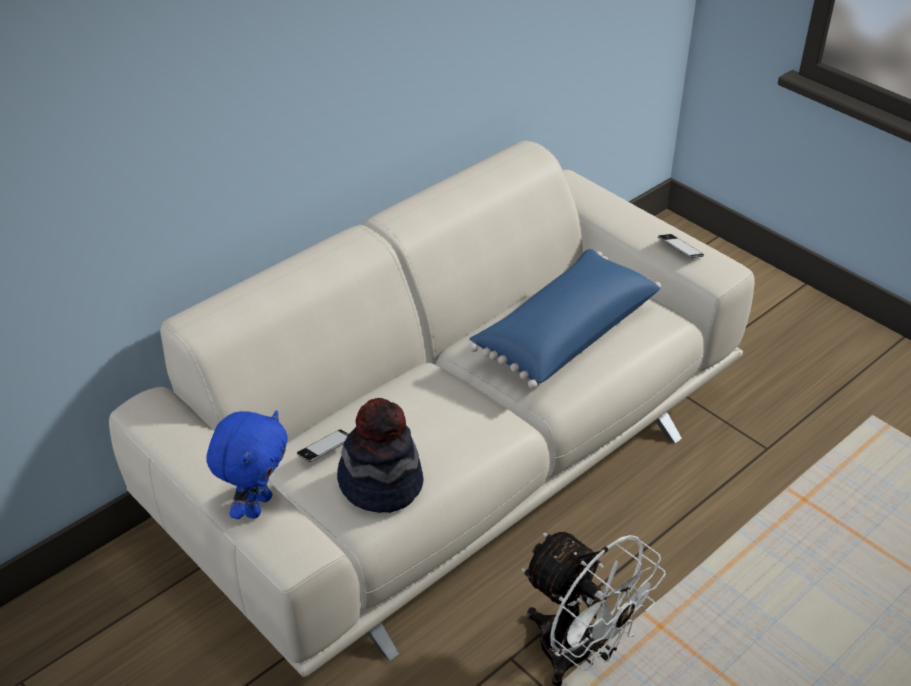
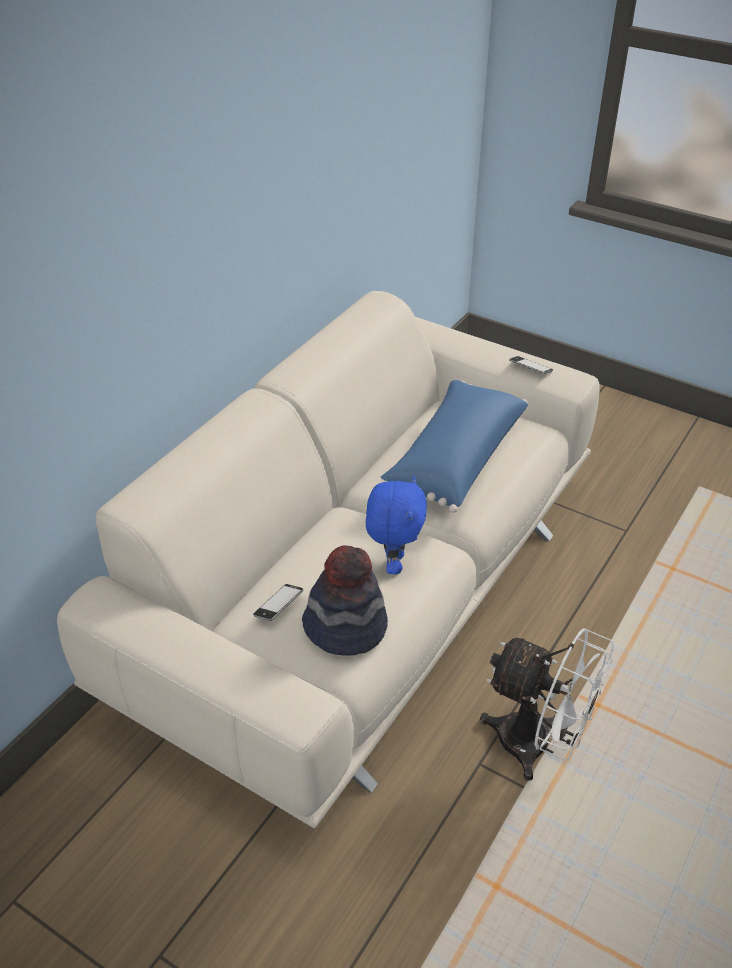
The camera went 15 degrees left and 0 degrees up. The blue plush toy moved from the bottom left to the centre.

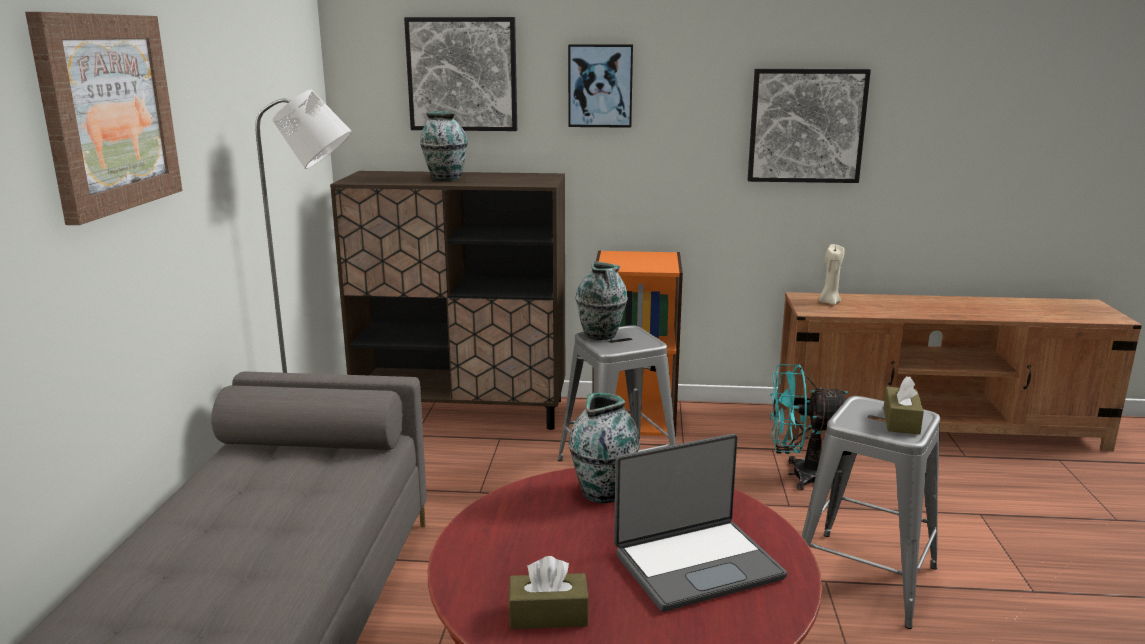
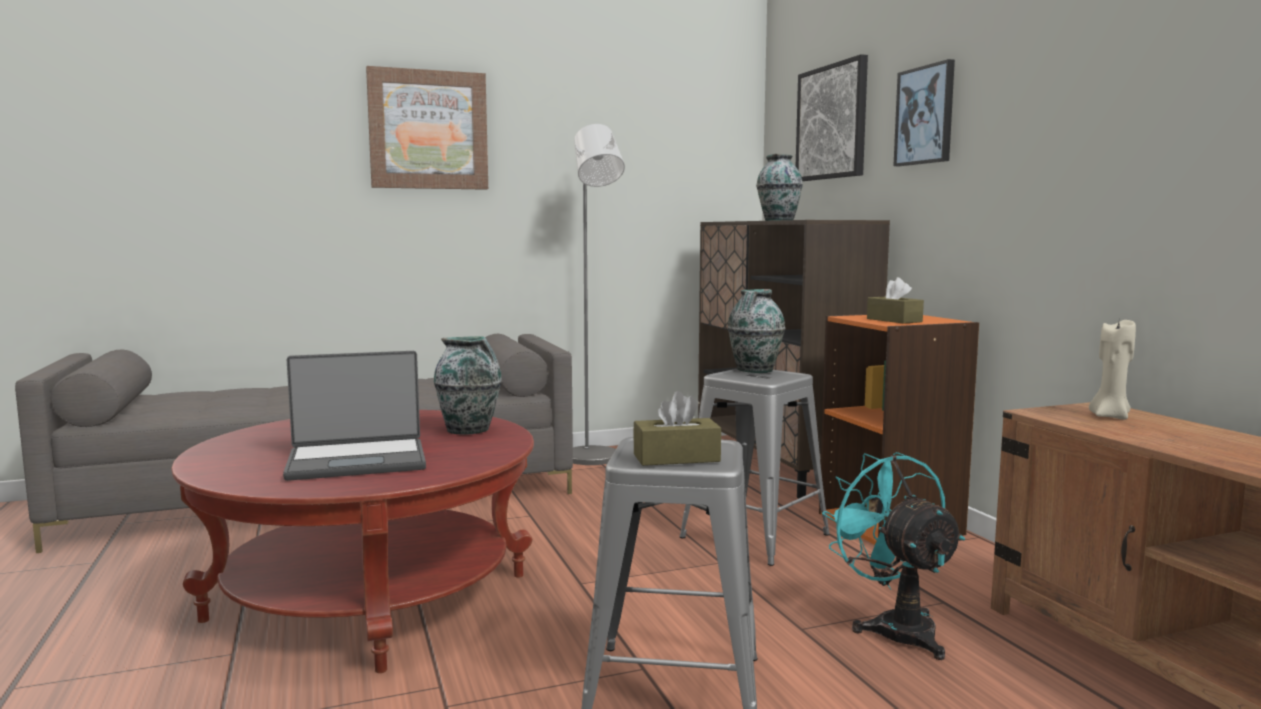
The camera went 65 degrees right and 10 degrees down. The picture (no. 4 from left) at the top right disappeared. The brown tissue box (no. 1 from left in the first image) moved from the bottom centre to the middle right. The laptop at the bottom centre turned 60 degrees counterclockwise.

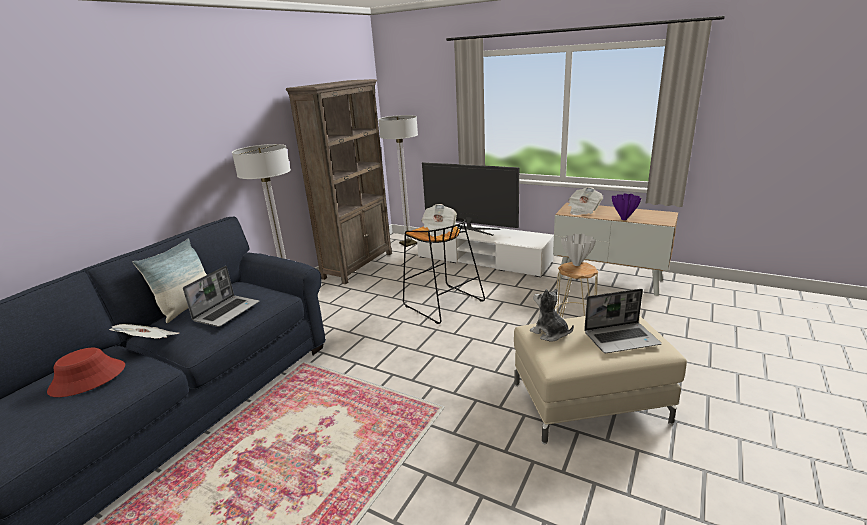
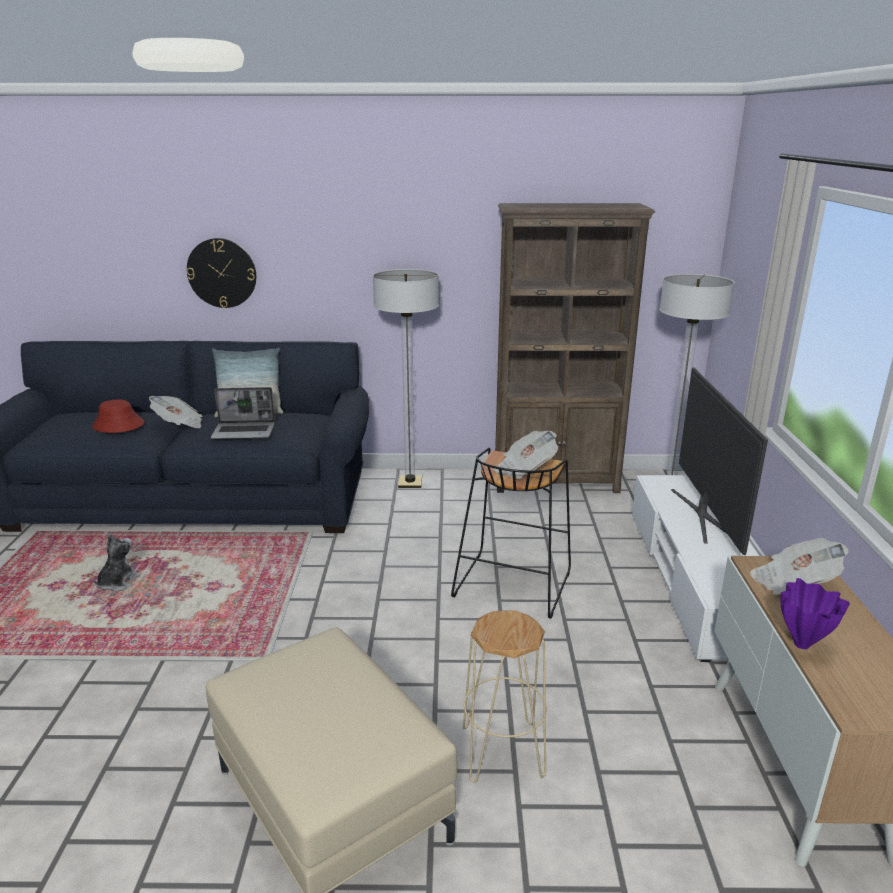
The camera went 60 degrees right and 0 degrees up. The white vase at the middle right disappeared. The laptop (no. 2 from left) at the middle right disappeared. The wall clock at the top left appeared. The plush toy moved from the centre to the middle left.

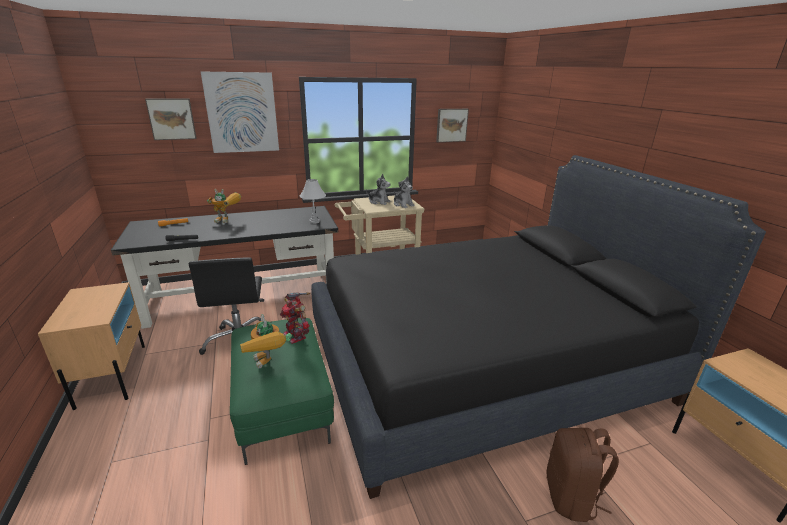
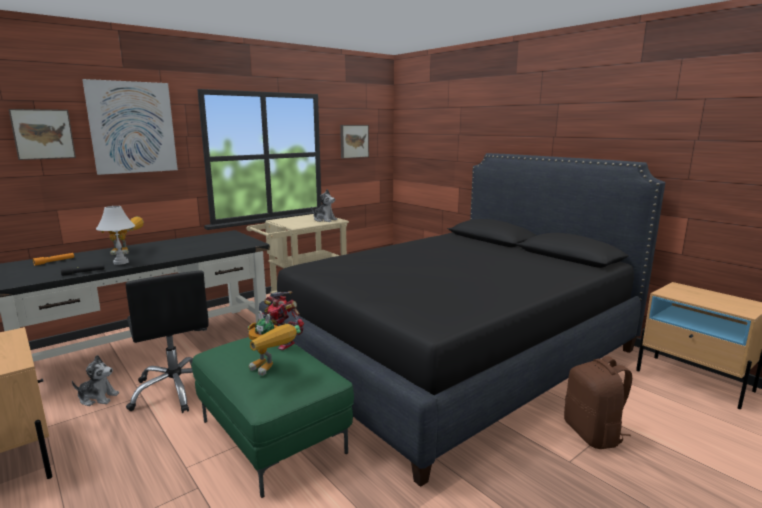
The camera went 20 degrees left and 10 degrees down. The white table lamp moved from the centre to the middle left. The plush toy (no. 1 from left) moved from the centre to the bottom left.

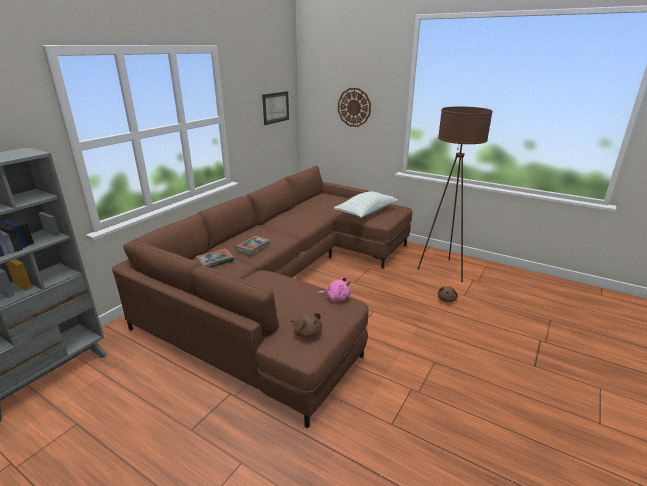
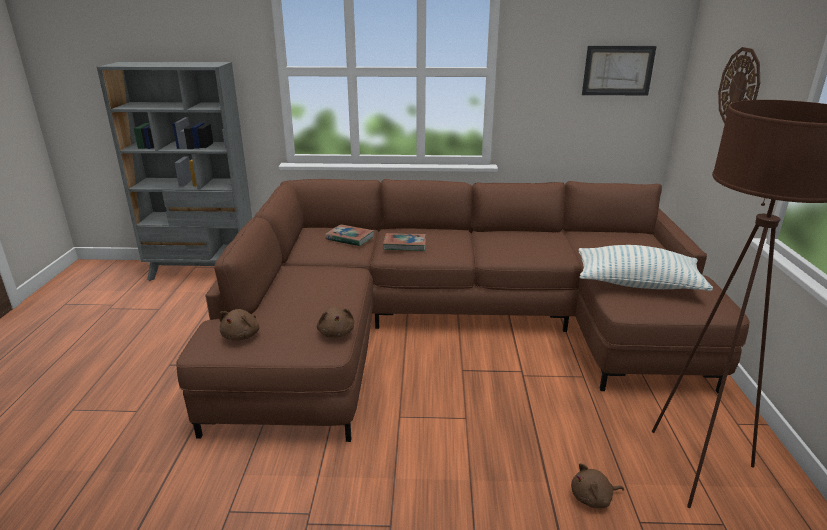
The camera went 60 degrees right and 0 degrees up. The pink plush toy at the centre became the brown plush toy (no. 2 from left) at the centre.

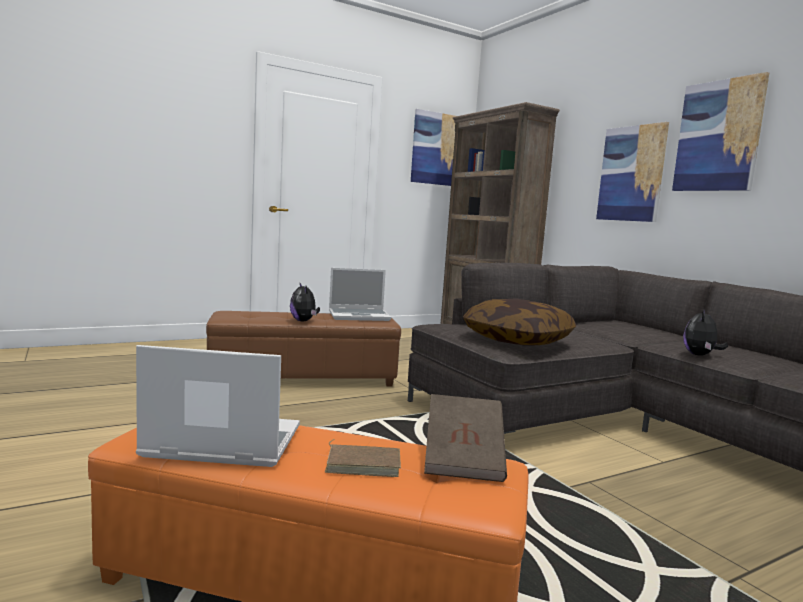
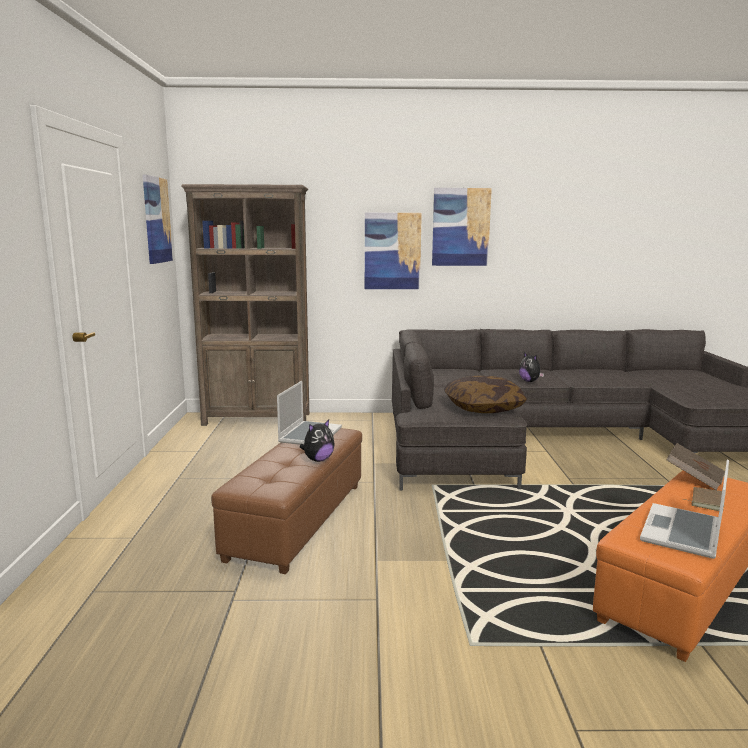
The camera went 60 degrees left and 5 degrees up. The plush toy (no. 1 from left) at the centre turned 45 degrees counterclockwise.

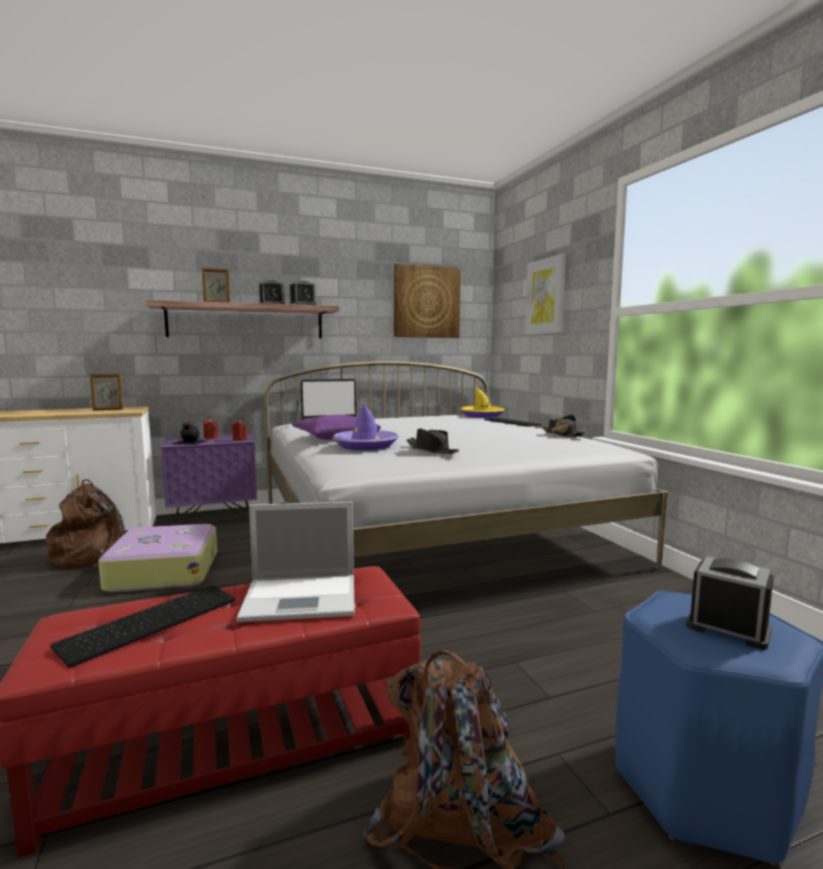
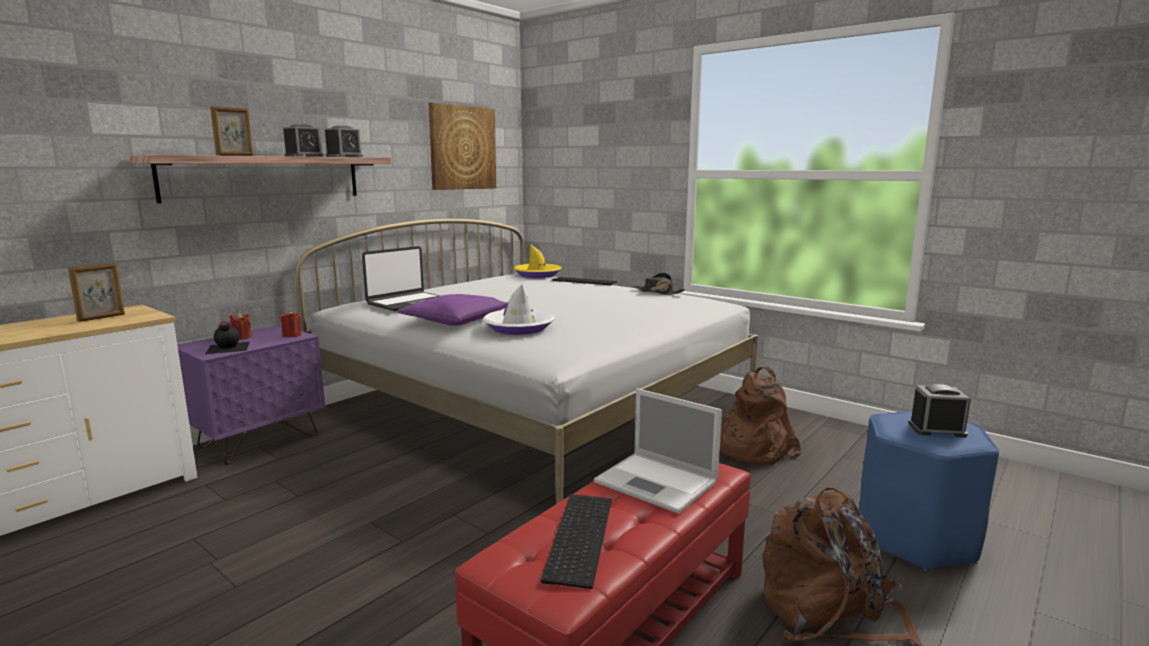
The camera went 30 degrees left and 5 degrees up. The suitcase at the middle left disappeared. The black hat (no. 1 from left) at the centre disappeared. The picture (no. 2 from left) at the centre disappeared. The brown backpack (no. 1 from left) moved from the middle left to the centre. The purple hat at the centre became the white hat at the centre. The laptop (no. 1 from left in the first image) at the centre turned 75 degrees clockwise.

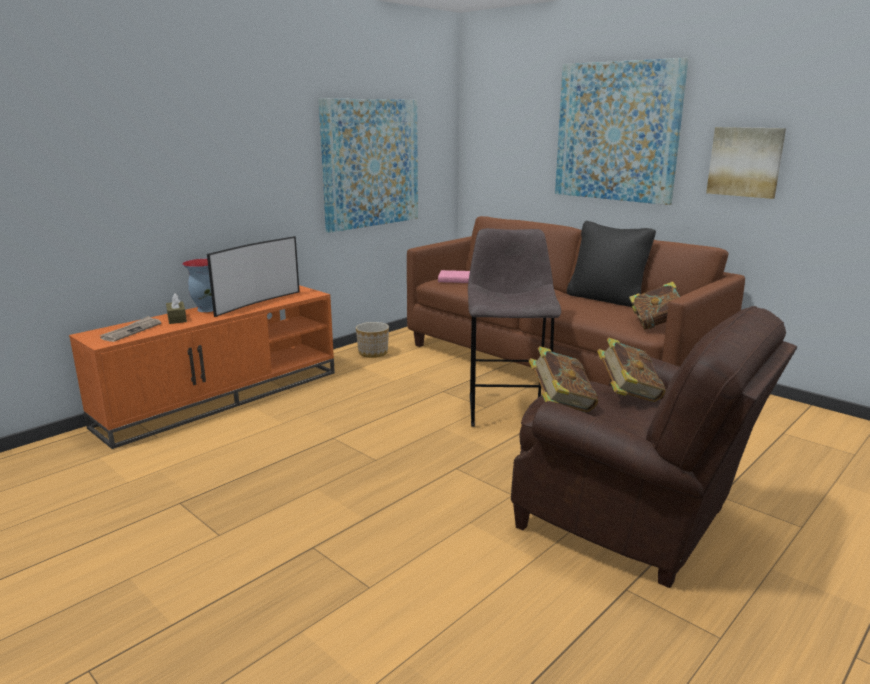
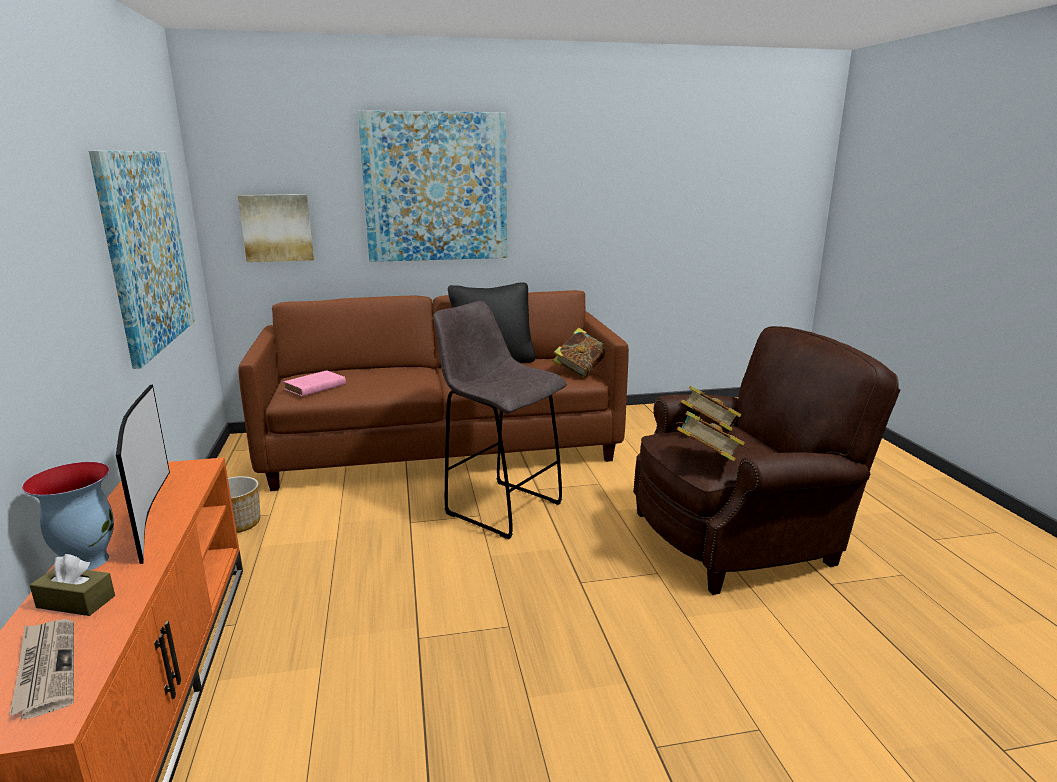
The camera went 55 degrees left and 0 degrees up. The picture (no. 3 from left in the first image) moved from the top right to the top left.

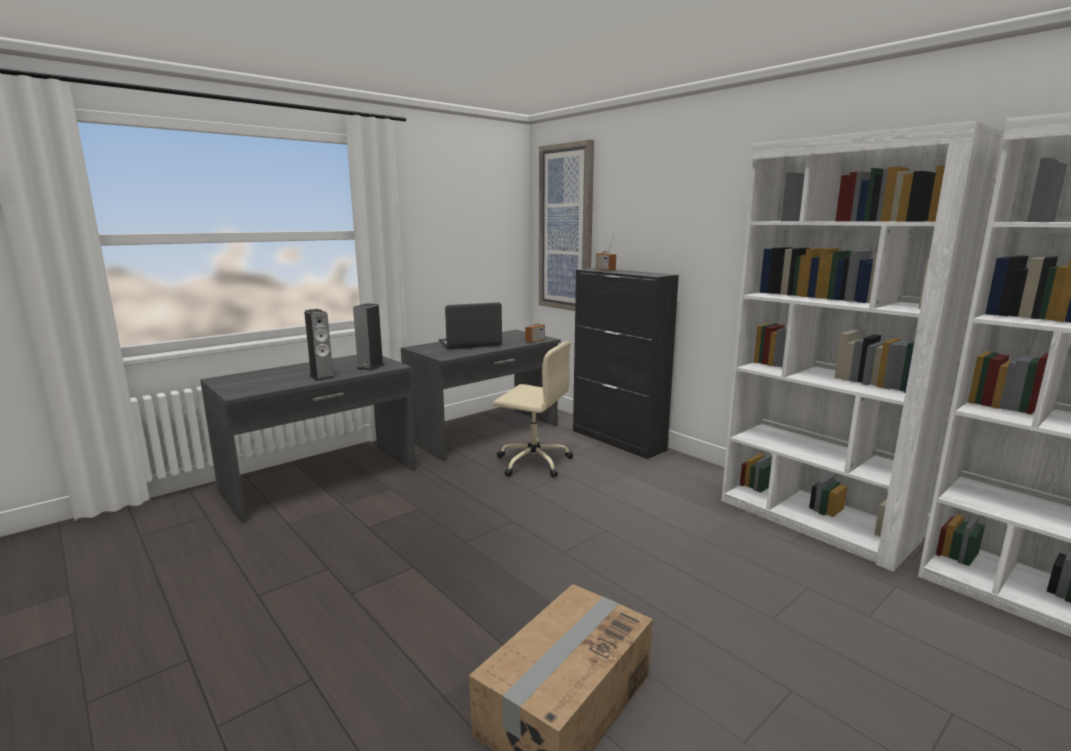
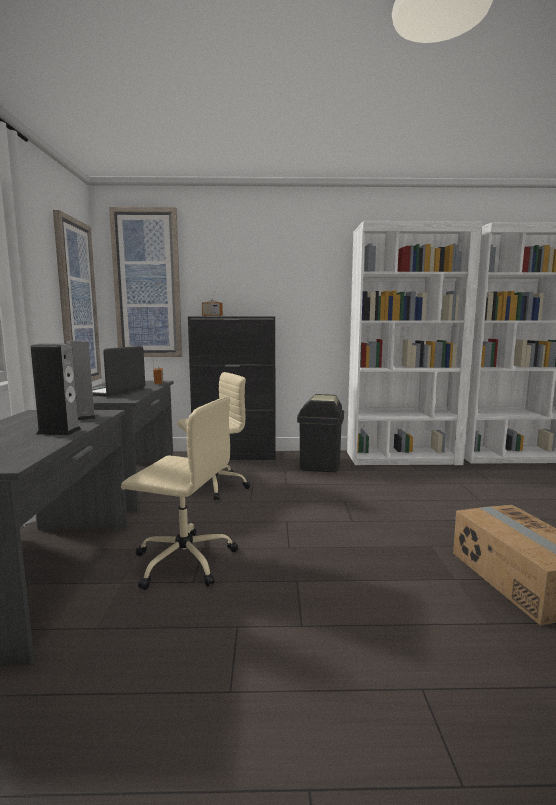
The camera went 50 degrees left and 5 degrees down. The picture (no. 1 from left) at the middle left appeared. The beige office chair (no. 1 from left) at the middle left appeared. The black trash can at the centre appeared.

